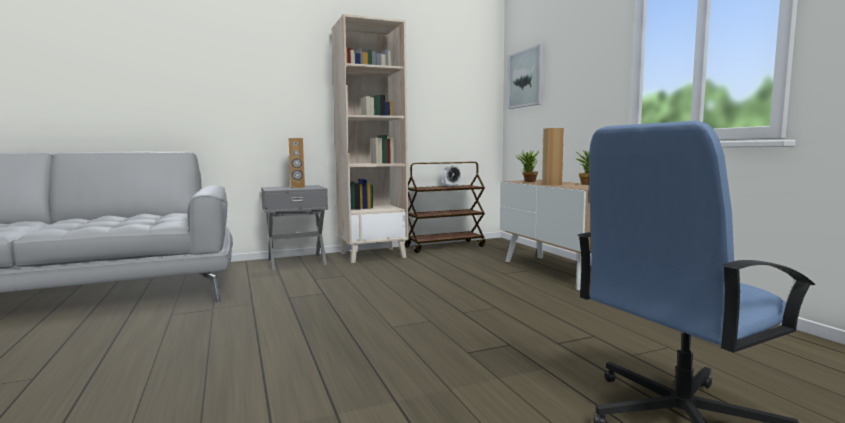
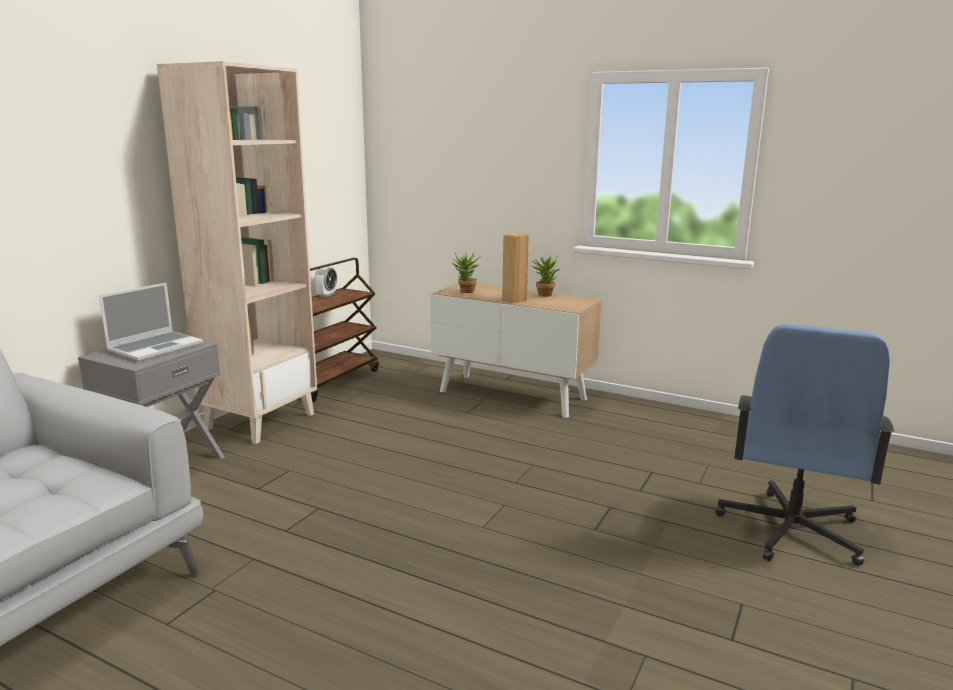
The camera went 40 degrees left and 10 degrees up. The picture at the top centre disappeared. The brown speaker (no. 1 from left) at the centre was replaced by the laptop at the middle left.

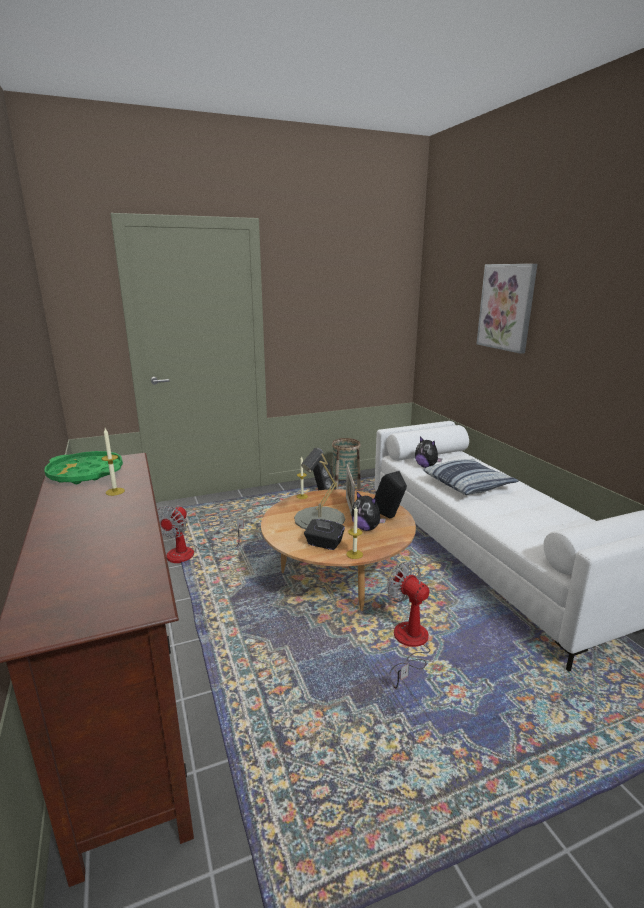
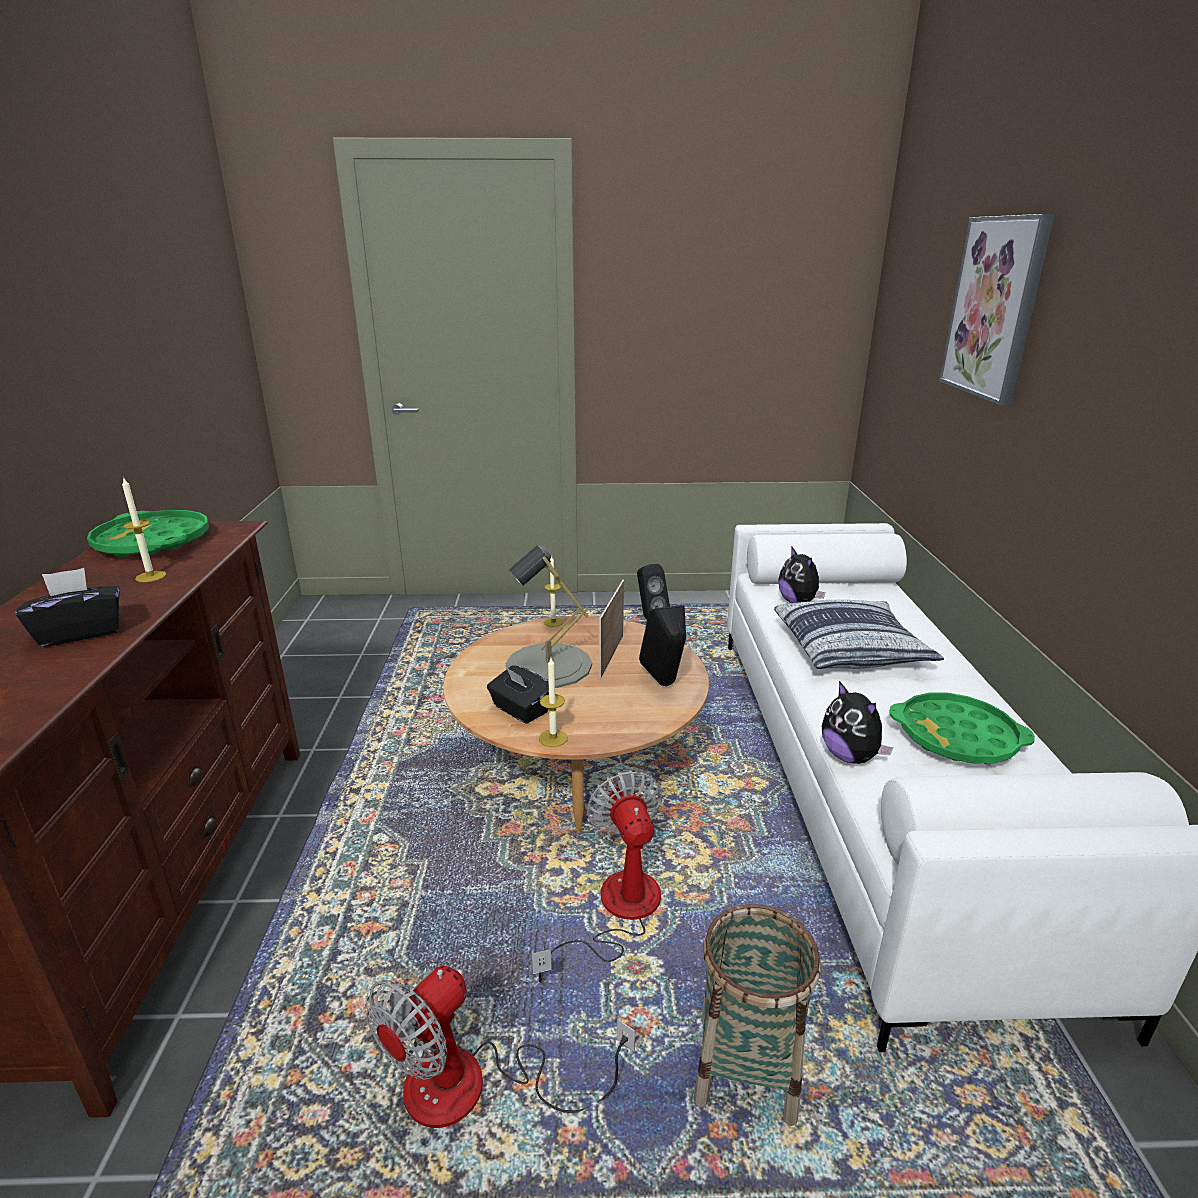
The camera went 20 degrees right and 5 degrees up. The black tissue box (no. 1 from left) at the middle left appeared. The green tray (no. 2 from left) at the middle right appeared. The fan (no. 1 from left) moved from the middle left to the bottom centre. The basket moved from the centre to the bottom centre. The plush toy (no. 1 from left in the first image) moved from the centre to the middle right.

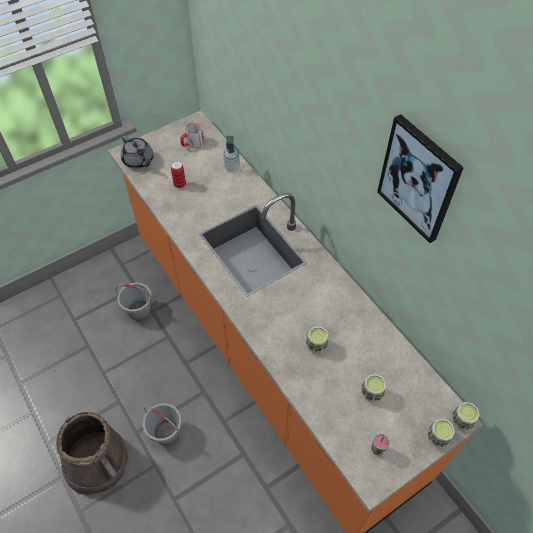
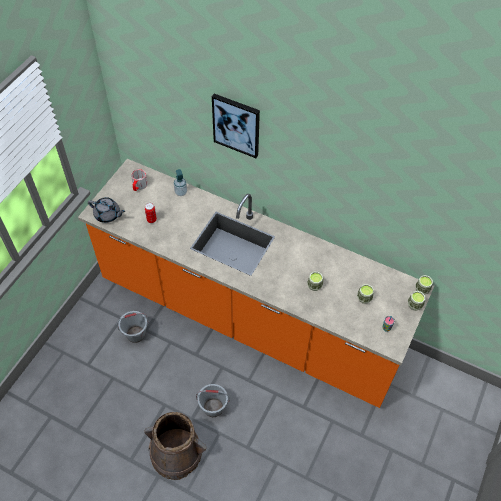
The camera went 30 degrees left and 0 degrees up. The picture moved from the middle right to the top centre.

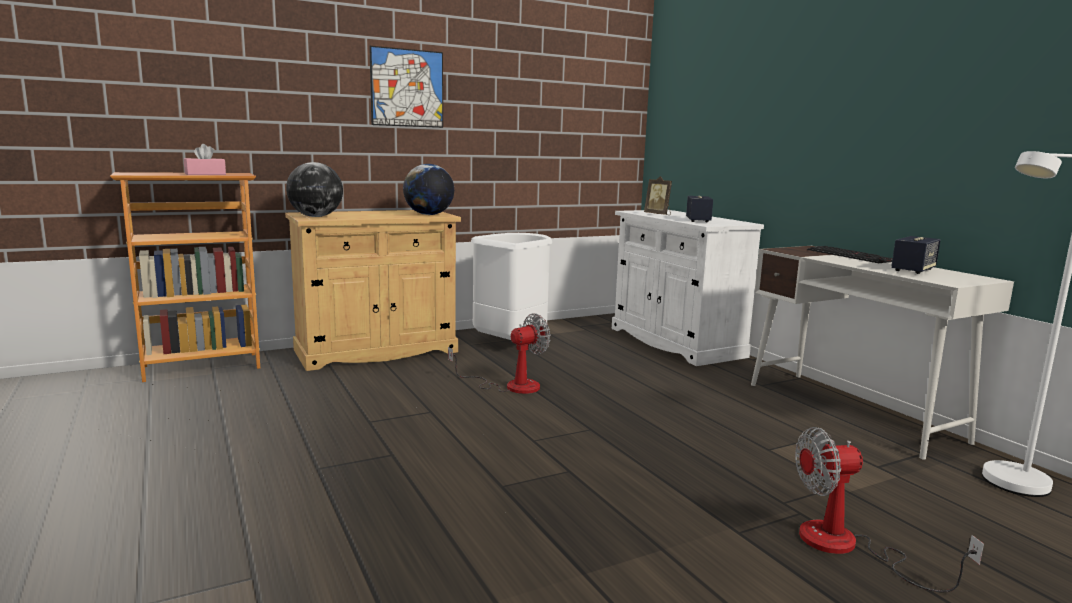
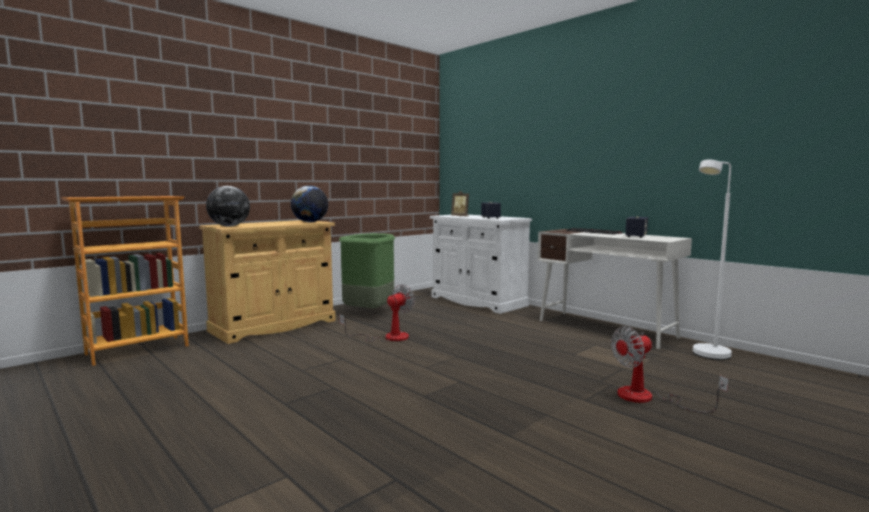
The camera went 15 degrees left and 5 degrees down. The pink tissue box at the top left disappeared. The picture at the top centre disappeared. The white trash can at the centre became the green trash can at the centre.

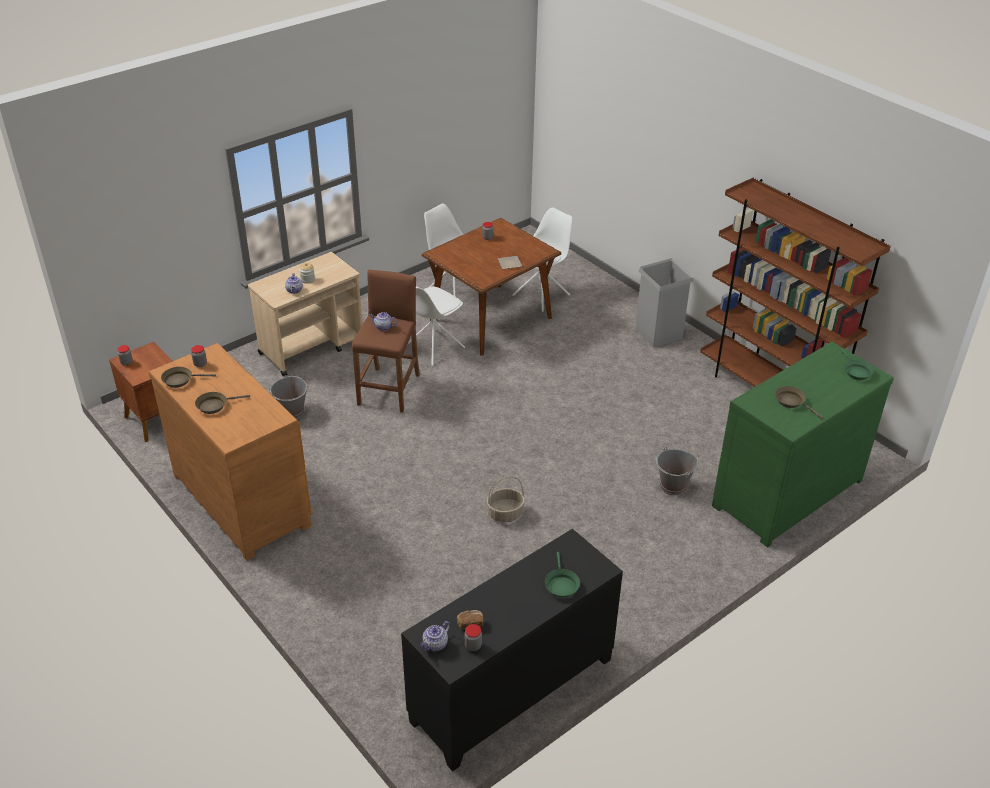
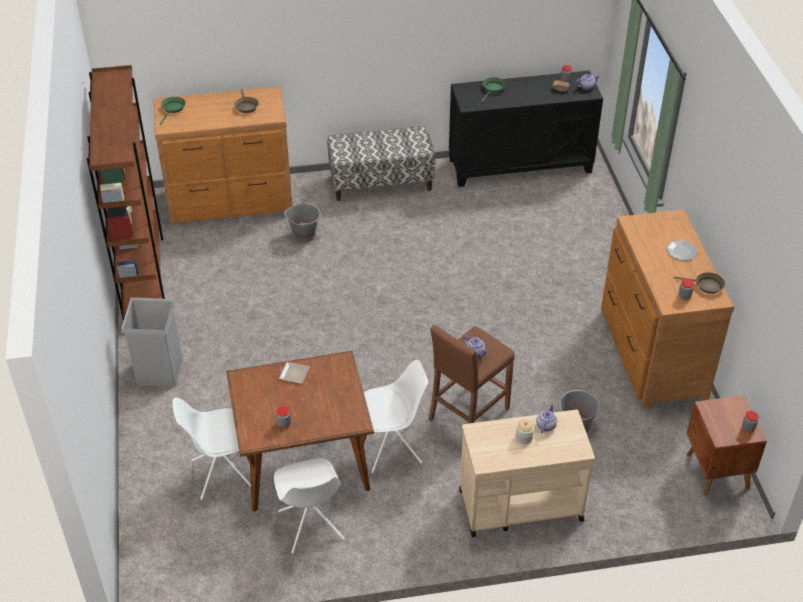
The camera went 150 degrees left and 5 degrees up. The basket at the centre disappeared. The bench at the top centre appeared. The brown frying pan (no. 2 from left) at the middle left was replaced by the plate (no. 2 from left) at the middle right. The green dresser at the middle right became the brown dresser (no. 1 from left) at the top left.

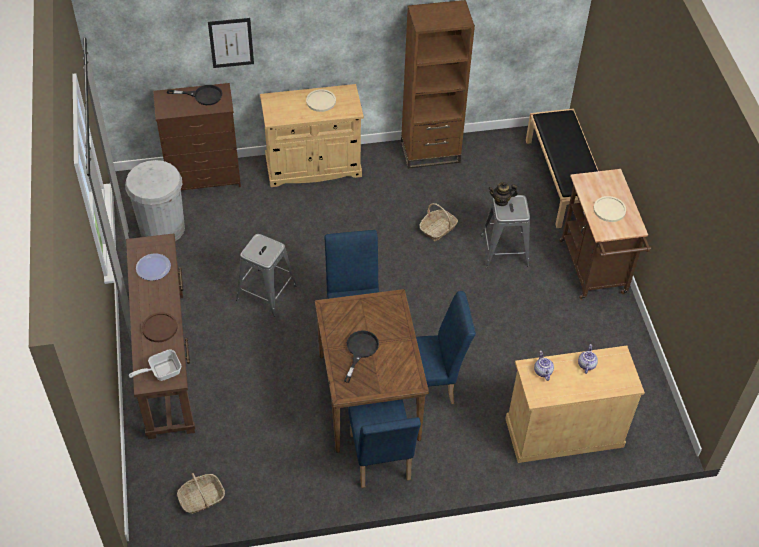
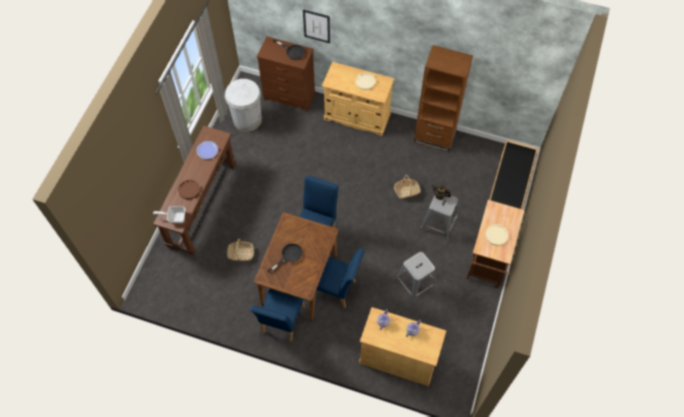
The camera went 30 degrees right and 10 degrees up. The basket (no. 1 from left) moved from the bottom left to the centre. The grey stool (no. 1 from left) moved from the centre to the bottom centre.

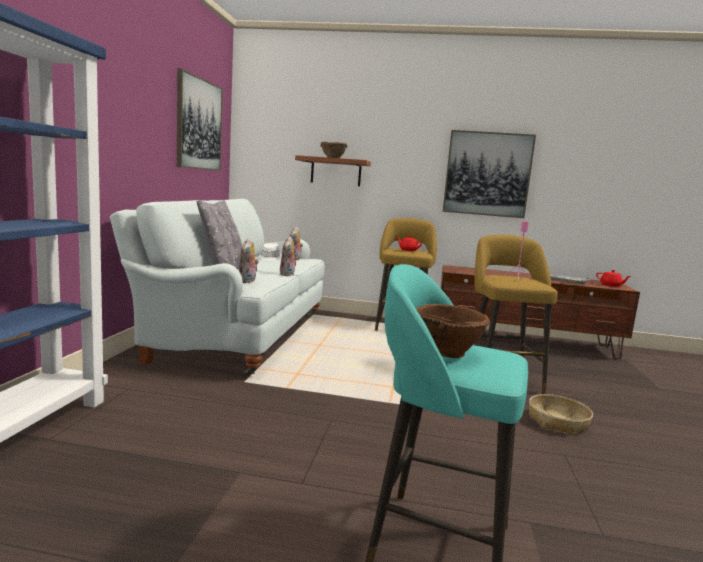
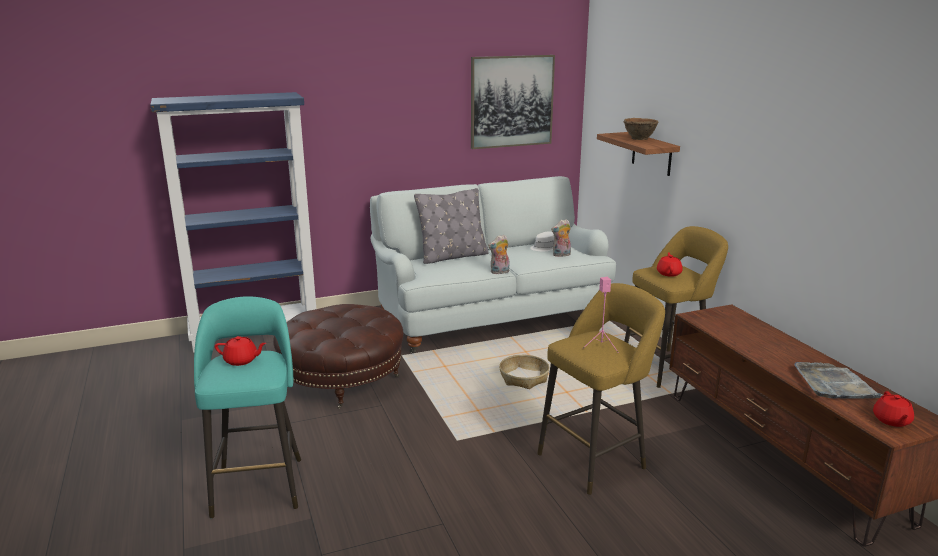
The camera went 60 degrees right and 10 degrees up. The plush toy (no. 1 from left) at the centre disappeared. The picture (no. 2 from left) at the top right disappeared. The brown ottoman at the centre appeared. The basket moved from the bottom right to the bottom centre. The brown bowl (no. 2 from left) at the centre was replaced by the red teapot (no. 1 from left) at the middle left.

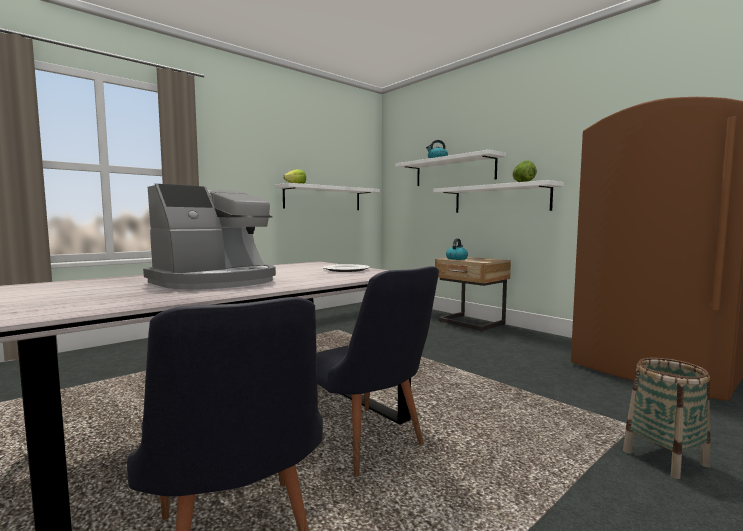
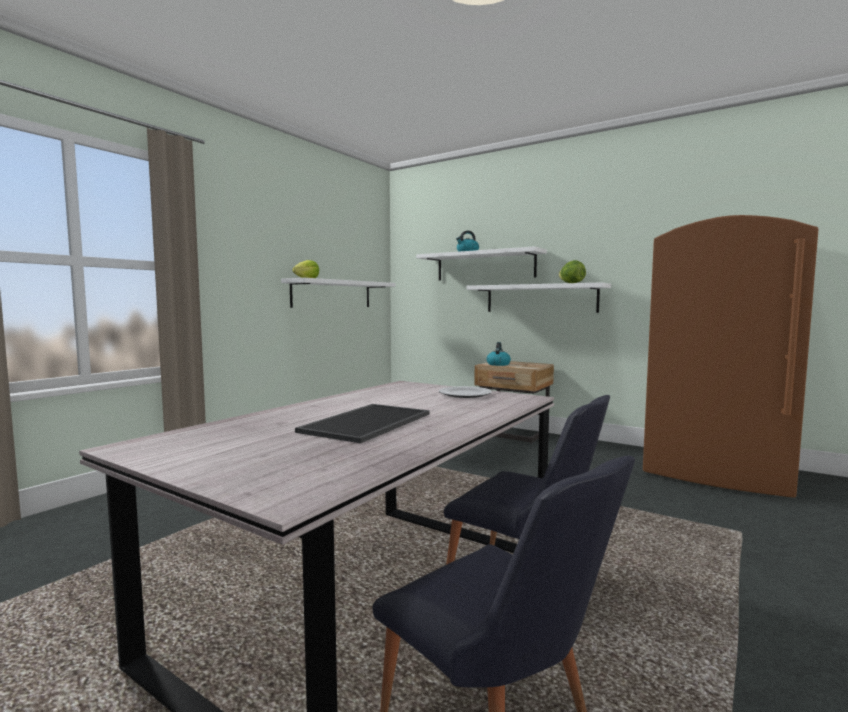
The camera went 15 degrees left and 0 degrees up. The basket at the bottom right disappeared. The coffee machine at the middle left was replaced by the tray at the centre.

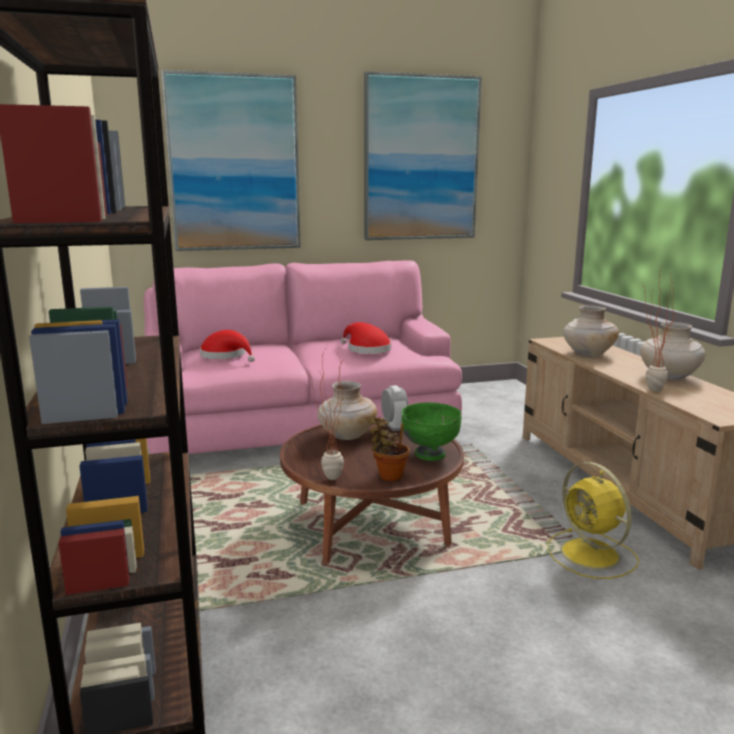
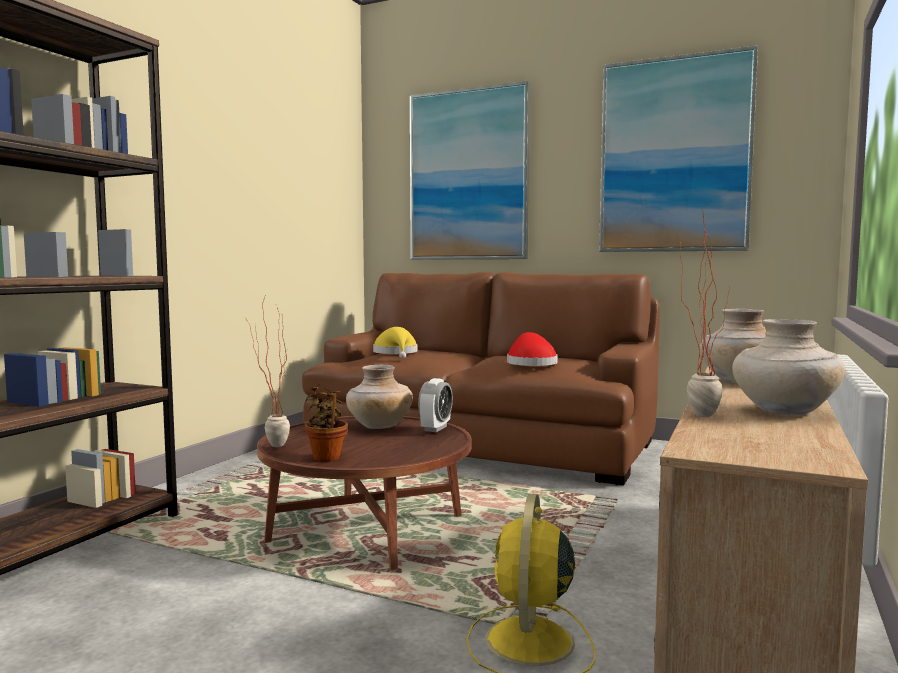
The camera went 40 degrees right and 10 degrees down. The green bowl at the centre disappeared. The pink sofa at the centre became the brown sofa at the centre. The red hat (no. 1 from left) at the middle left became the yellow hat at the centre.

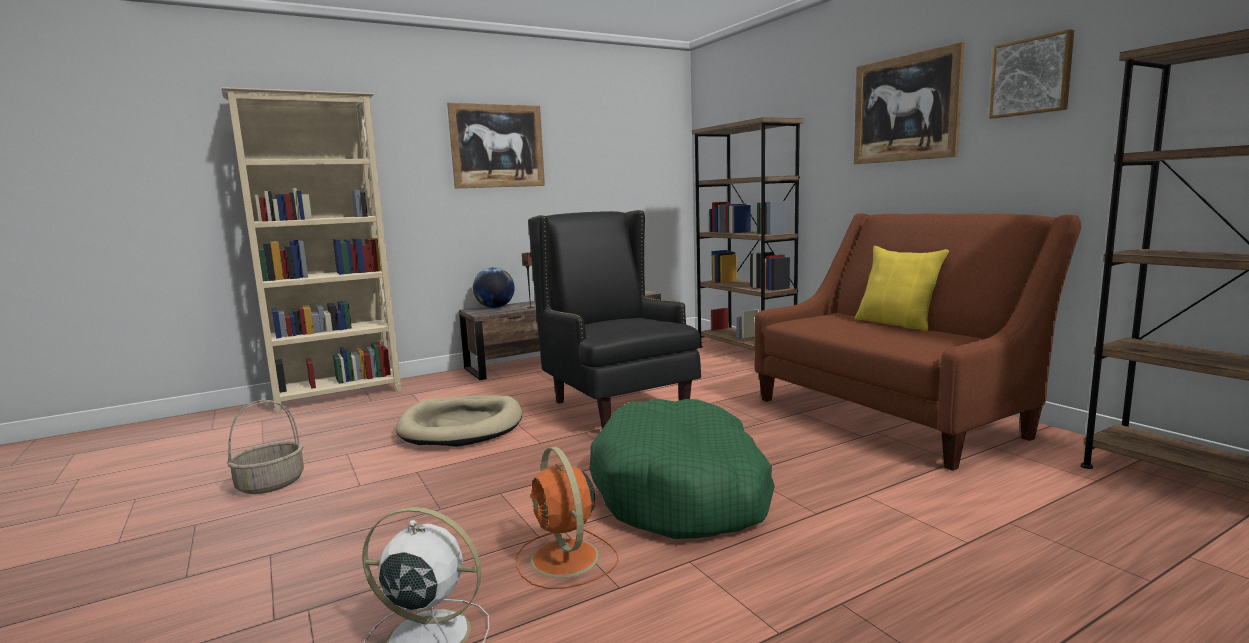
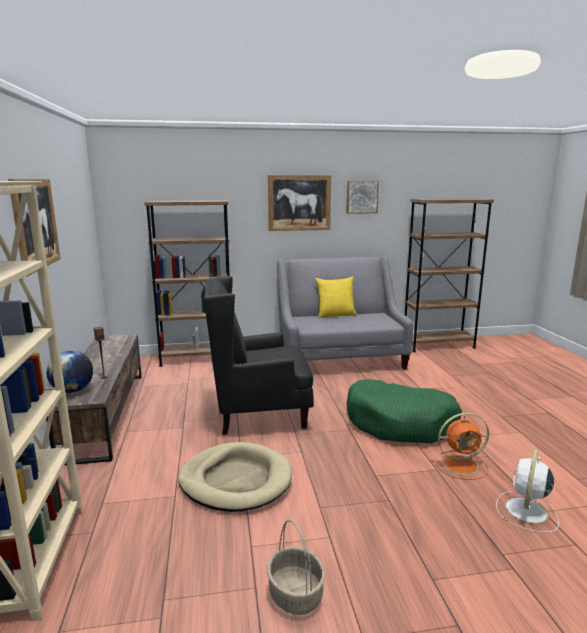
The camera went 70 degrees left and 5 degrees up. The brown sofa at the middle right became the grey sofa at the centre.

